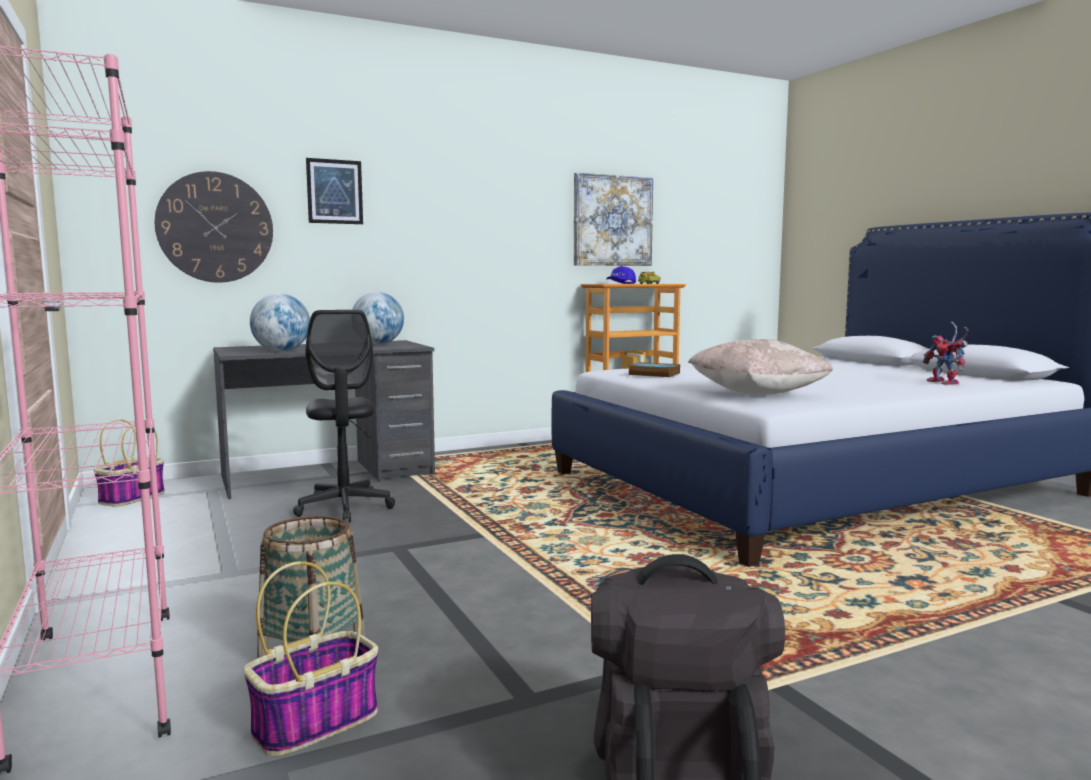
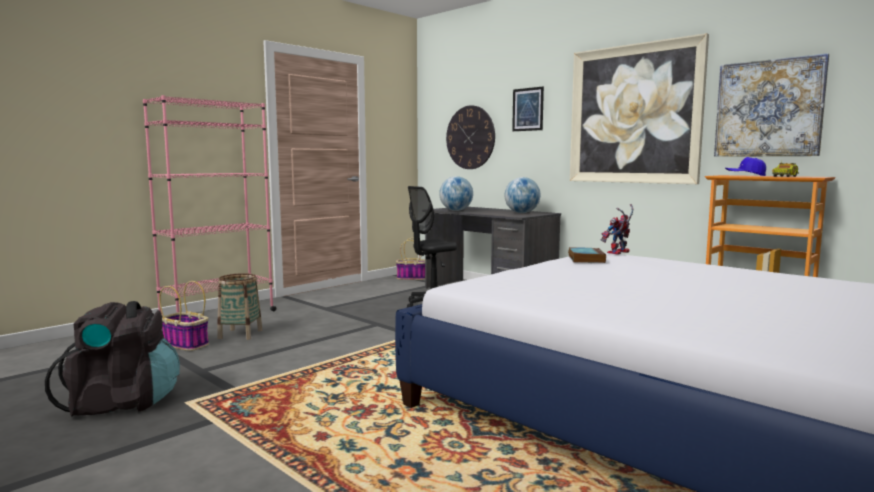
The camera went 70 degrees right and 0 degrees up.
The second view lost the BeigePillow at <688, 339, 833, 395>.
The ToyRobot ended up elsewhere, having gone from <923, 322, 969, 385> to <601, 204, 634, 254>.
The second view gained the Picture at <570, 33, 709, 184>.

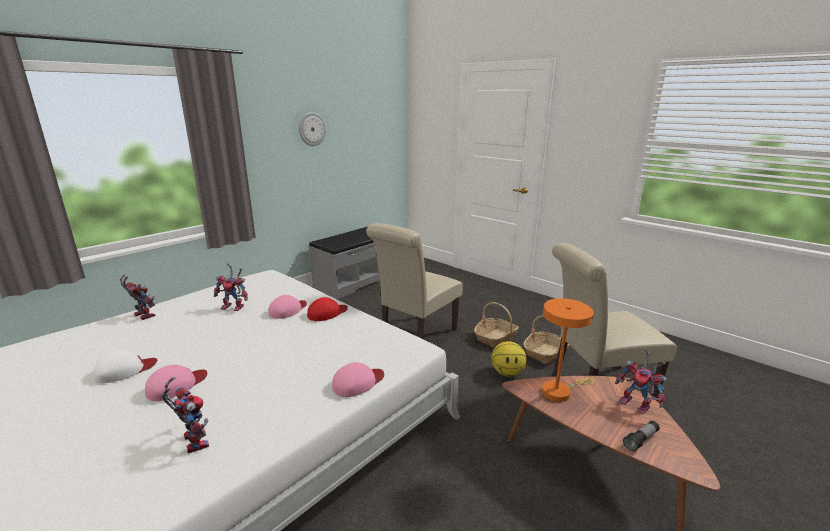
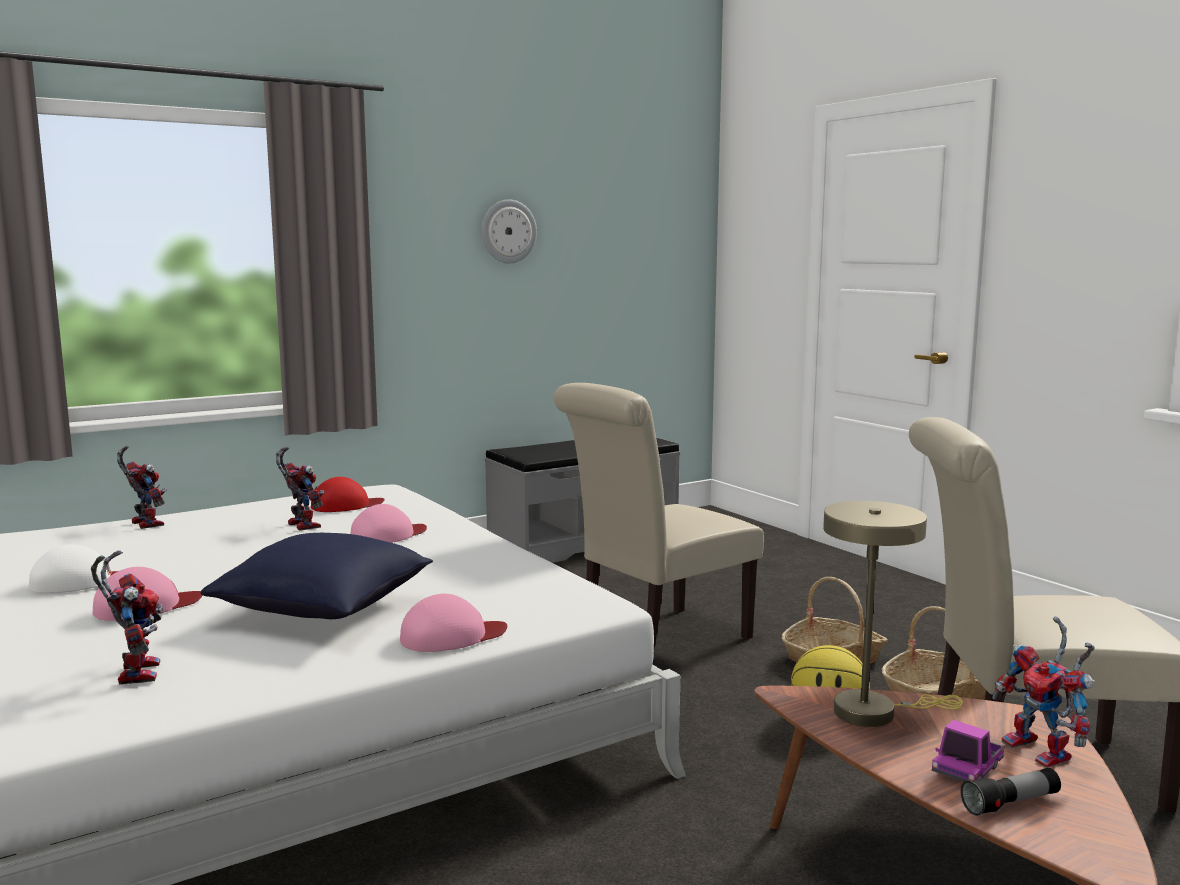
The camera went 15 degrees right and 10 degrees down.
The ToyRobot at <213, 263, 248, 311> ended up facing another way, 150 degrees counterclockwise from before.
The RedCap ended up elsewhere, having gone from <307, 297, 348, 321> to <311, 477, 385, 512>.
What was the OrangeTableLamp at <542, 298, 594, 402> turned into the BeigeTableLamp at <823, 501, 963, 727>.
The second view gained the BluePillow at <200, 533, 433, 619>.
The second view gained the ToyTruck at <932, 720, 1004, 782>.

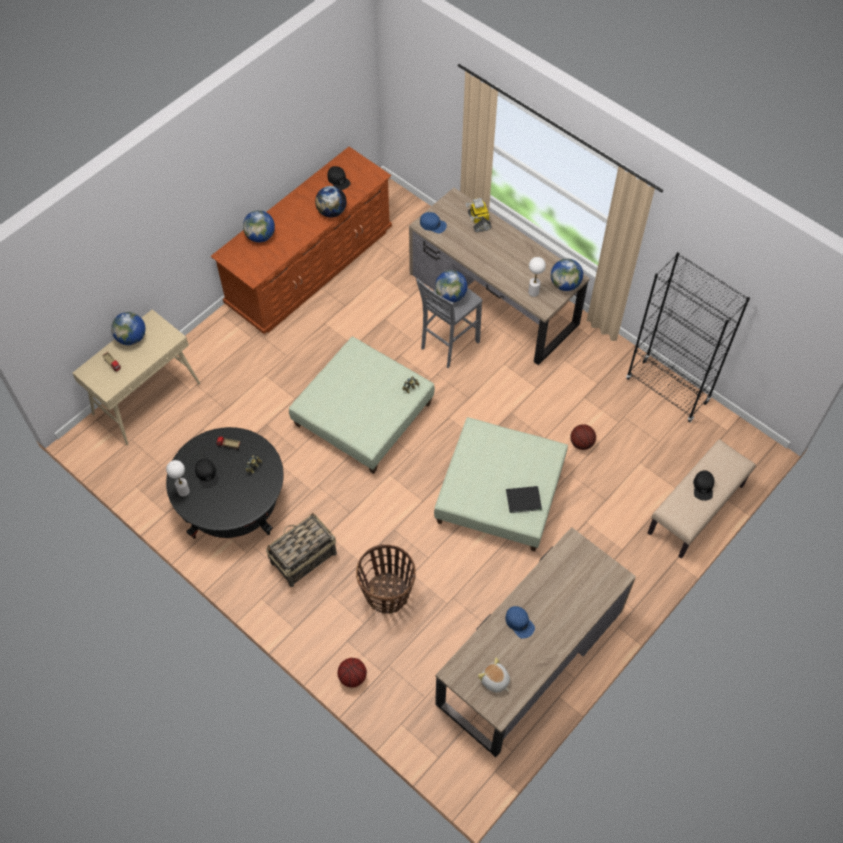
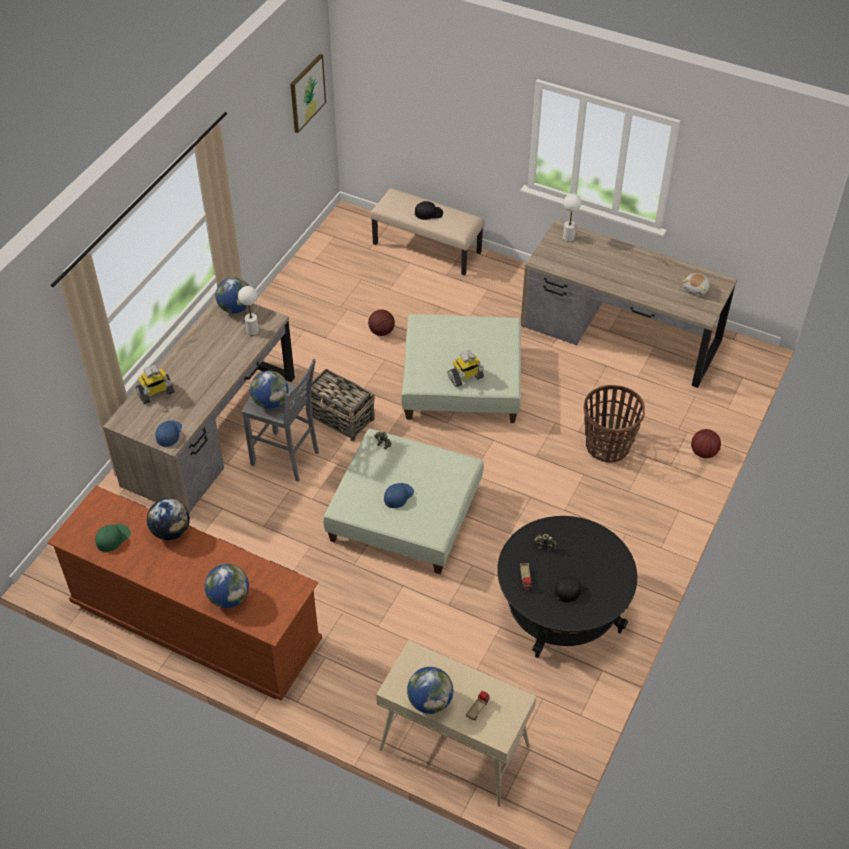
The camera went 105 degrees left and 10 degrees down.
The WhiteTableLamp ended up elsewhere, having gone from <166, 460, 190, 497> to <563, 193, 581, 242>.
The Basket ended up elsewhere, having gone from <266, 513, 337, 587> to <305, 369, 375, 441>.
What was the BlackCap at <328, 166, 351, 190> turned into the GreenCap at <95, 524, 131, 552>.
The BlueCap ended up elsewhere, having gone from <505, 606, 535, 639> to <384, 483, 414, 508>.
The second view lost the BlackBook at <506, 486, 542, 513>.
The second view lost the BlackBookcase at <626, 252, 750, 423>.
The second view gained the Picture at <290, 54, 326, 133>.
The second view gained the ToyRobot at <448, 350, 484, 387>.

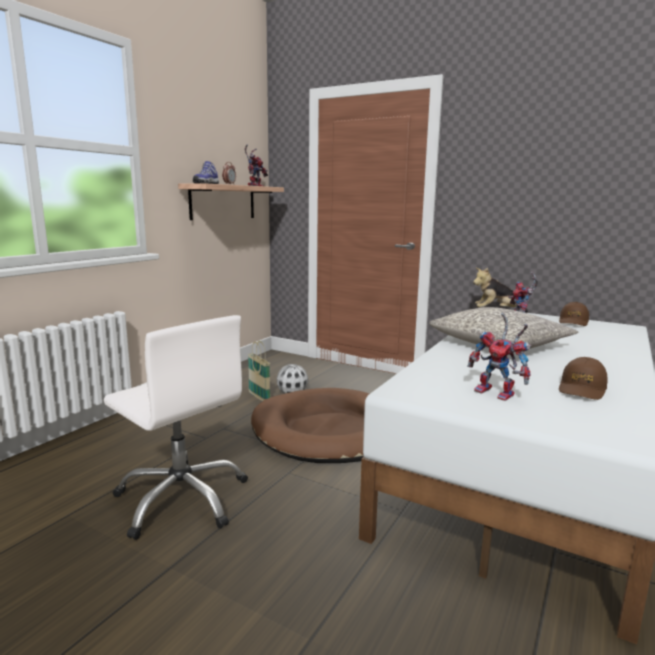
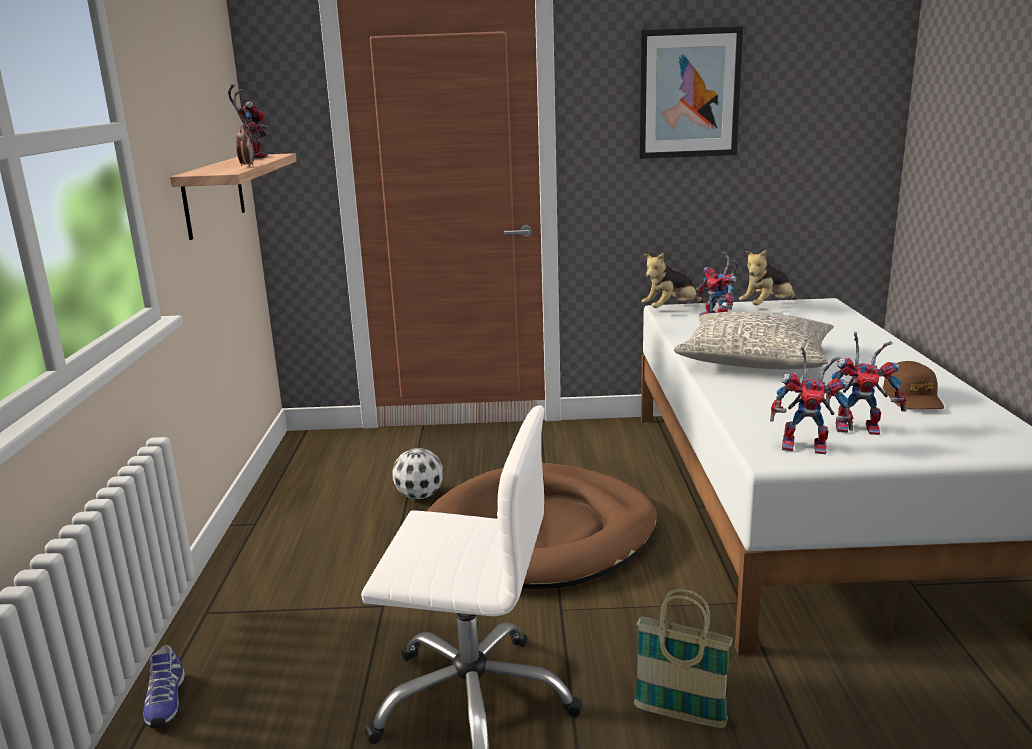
The camera went 30 degrees left and 5 degrees up.
The Shoe ended up elsewhere, having gone from <193, 161, 219, 184> to <143, 645, 185, 729>.
The Basket ended up elsewhere, having gone from <248, 341, 270, 401> to <634, 589, 733, 728>.
Where the BrownCap stood at <559, 302, 589, 326>, the PlushToy came to stand at <739, 249, 795, 305>.
The second view gained the Picture at <639, 26, 744, 159>.
The second view gained the ToyRobot at <770, 346, 854, 454>.

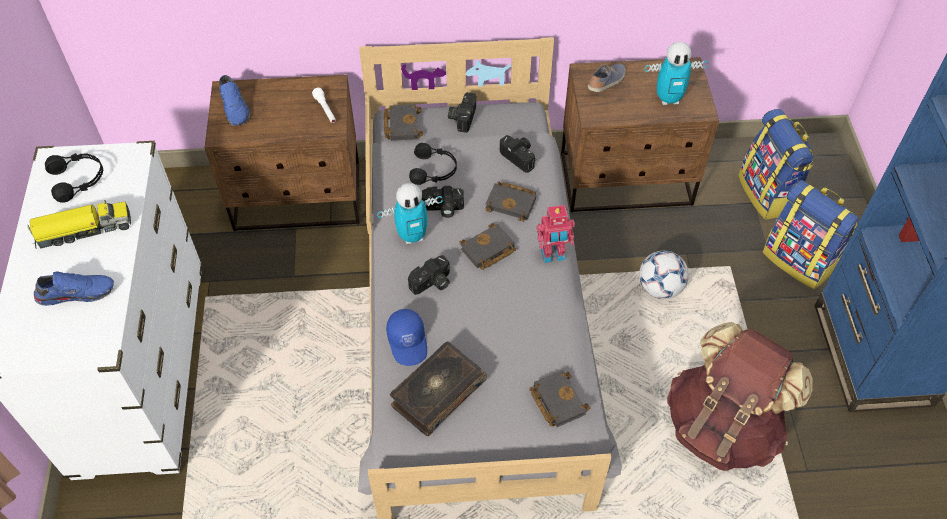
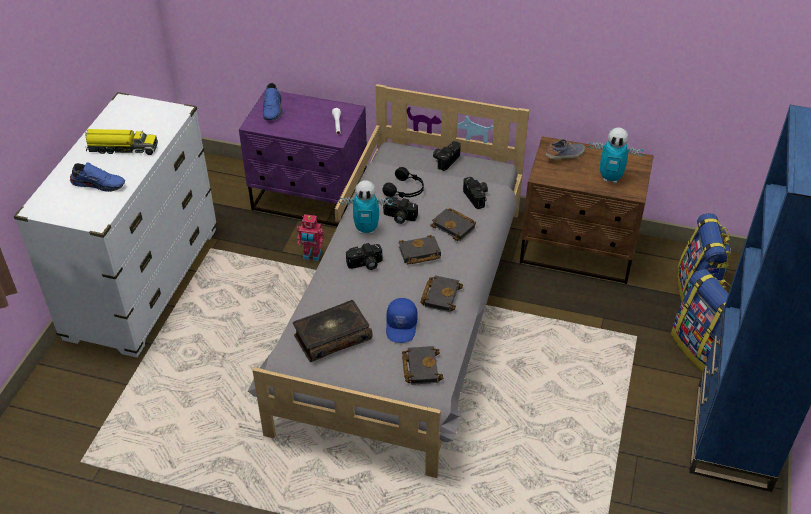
The camera went 20 degrees right and 10 degrees down.
The second view lost the BlackHeadphones at <45, 153, 103, 203>.
What was the BrownNightstand at <205, 75, 360, 231> turned into the PurpleNightstand at <239, 89, 367, 226>.
The BlackBook ended up elsewhere, having gone from <384, 104, 423, 141> to <420, 276, 463, 312>.
The BlueCap ended up elsewhere, having gone from <386, 309, 427, 366> to <386, 298, 418, 343>.
The ToyRobot ended up elsewhere, having gone from <537, 205, 575, 263> to <297, 214, 324, 261>.
The second view lost the Football at <639, 251, 689, 299>.
The second view lost the BrownBackpack at <667, 322, 813, 471>.

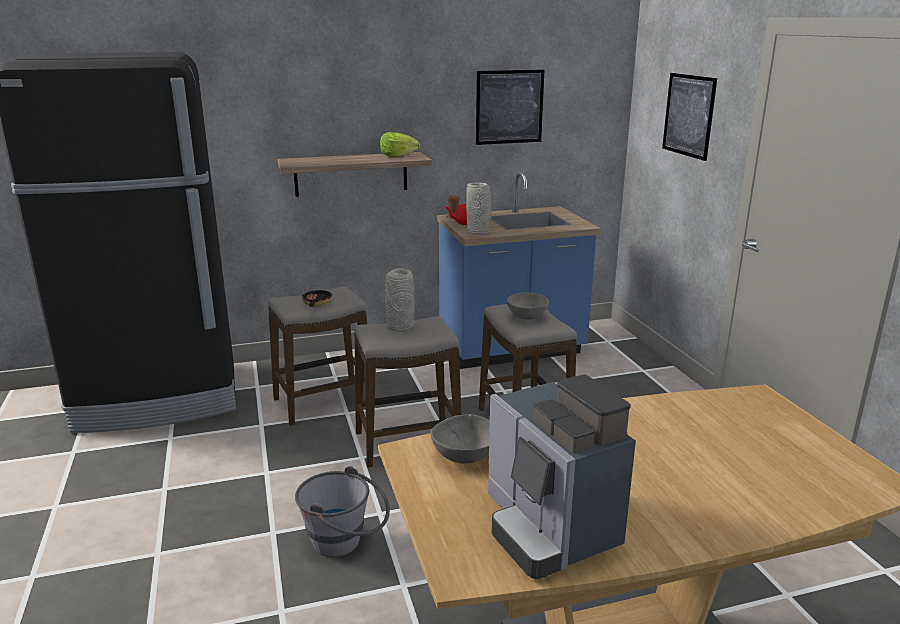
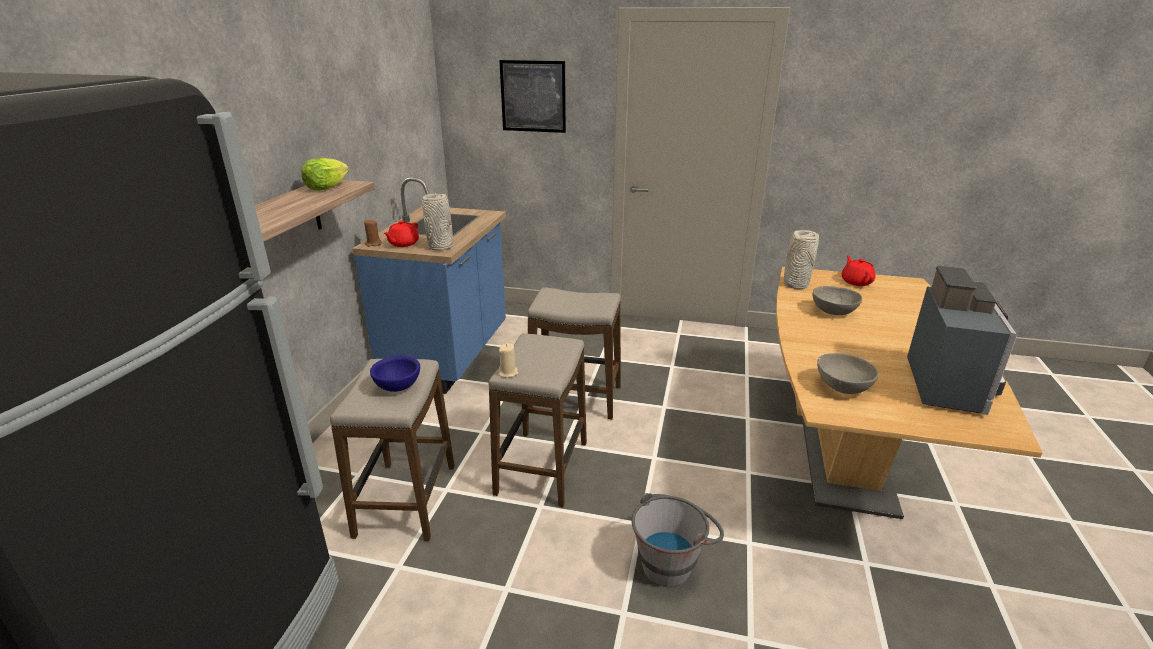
The camera went 60 degrees left and 5 degrees up.
Where the FryingPan stood at <302, 288, 332, 307>, the BlueBowl came to stand at <370, 356, 420, 392>.
The GreyVase ended up elsewhere, having gone from <385, 268, 415, 331> to <784, 230, 819, 289>.
The second view lost the Picture at <476, 70, 544, 145>.
The CoffeeMachine at <488, 375, 636, 579> ended up facing another way, 75 degrees counterclockwise from before.
The GreyBowl ended up elsewhere, having gone from <507, 292, 549, 320> to <813, 286, 862, 315>.
The second view gained the BeigeCandle at <498, 343, 518, 378>.
The second view gained the RedTeapot at <841, 255, 876, 286>.

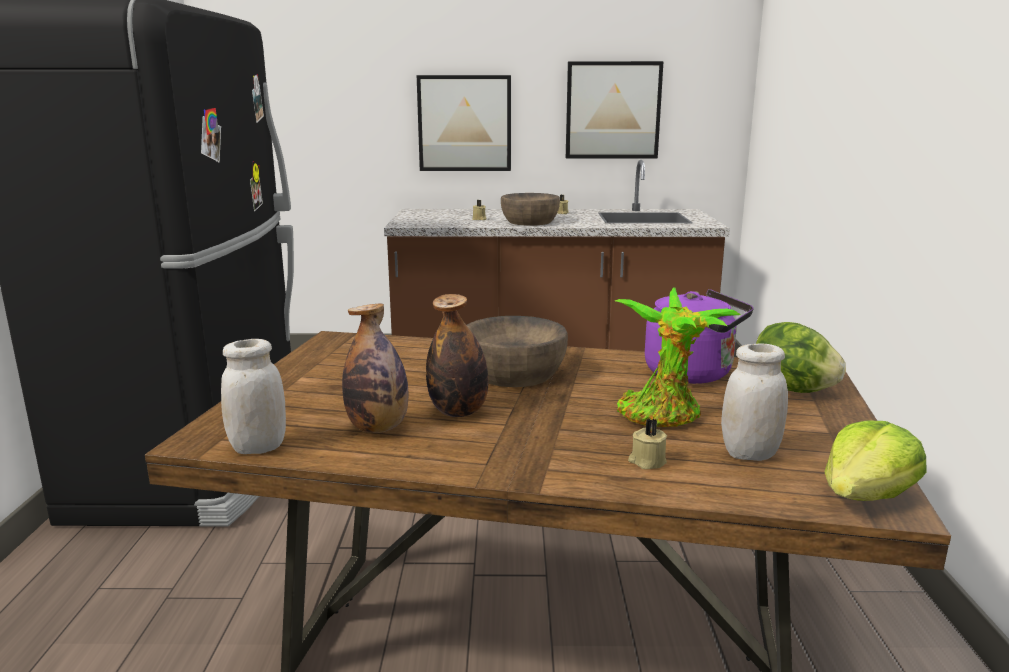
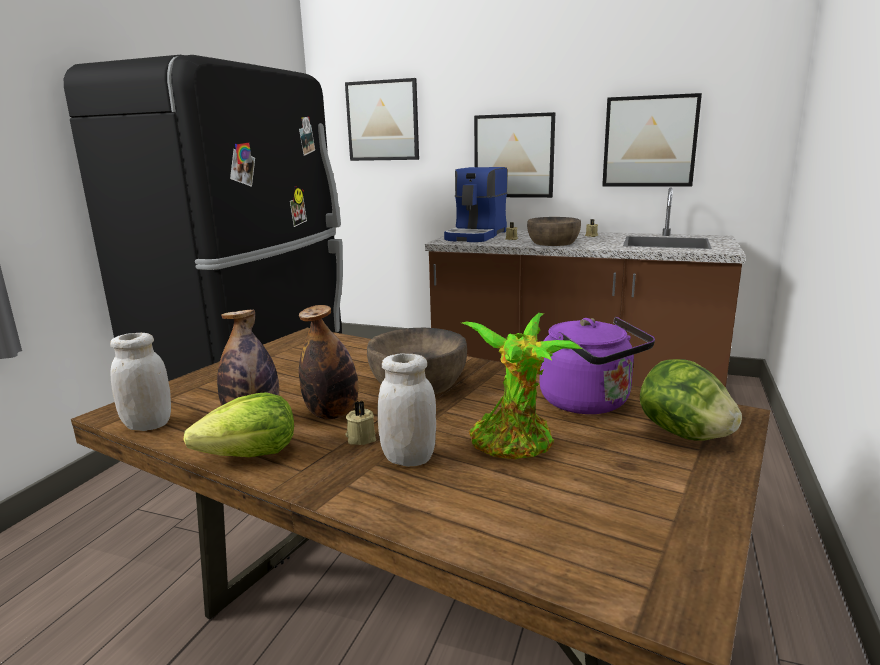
The camera went 20 degrees right and 0 degrees up.
The BeigeCandle ended up elsewhere, having gone from <628, 419, 667, 469> to <345, 401, 376, 445>.
The WhiteJar ended up elsewhere, having gone from <721, 343, 788, 461> to <377, 353, 436, 467>.
The Lettuce ended up elsewhere, having gone from <825, 420, 926, 501> to <183, 392, 294, 457>.
The second view gained the Picture at <345, 78, 419, 161>.
The second view gained the CoffeeMachine at <444, 167, 508, 242>.

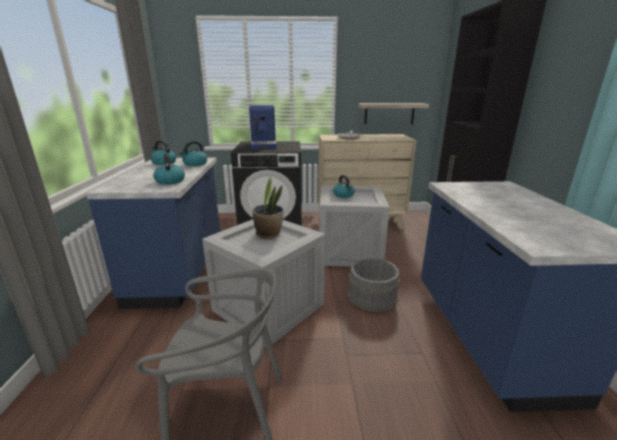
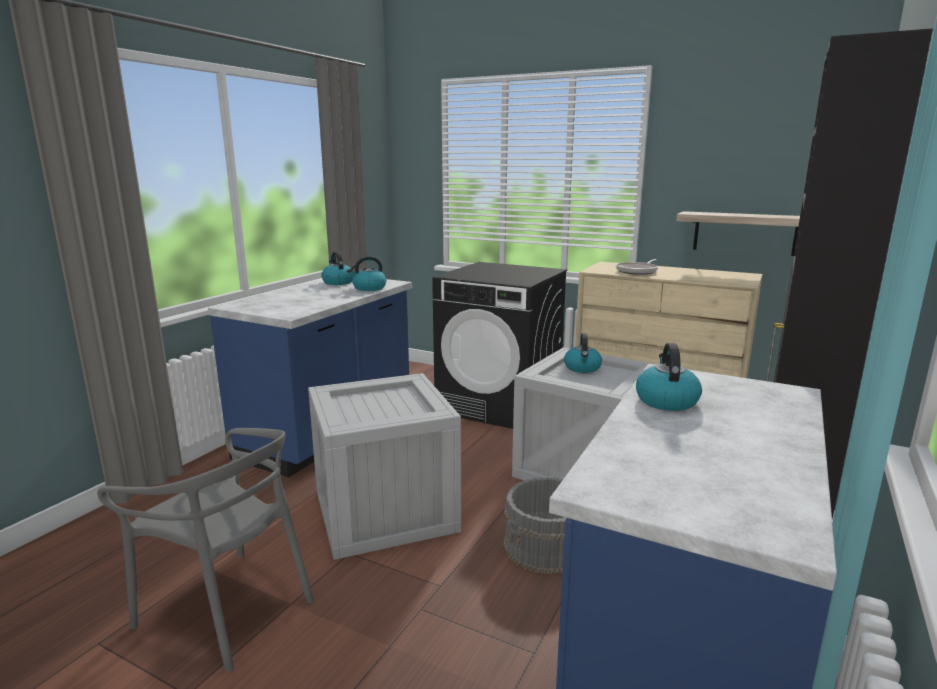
The camera went 30 degrees right and 5 degrees down.
The Kettle ended up elsewhere, having gone from <153, 154, 185, 185> to <636, 343, 702, 411>.
The second view lost the CoffeeMachine at <249, 105, 276, 149>.
The second view lost the PottedPlant at <253, 177, 283, 239>.

